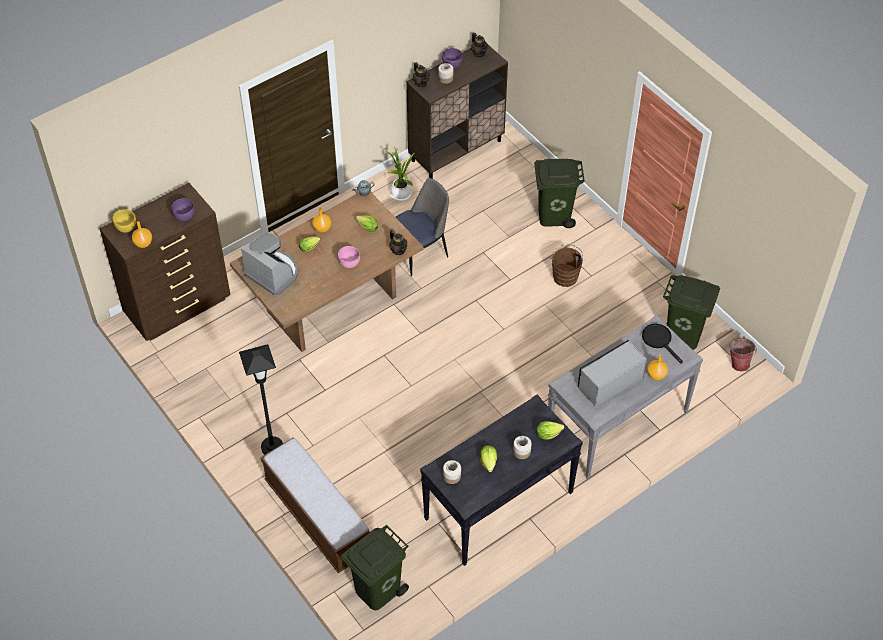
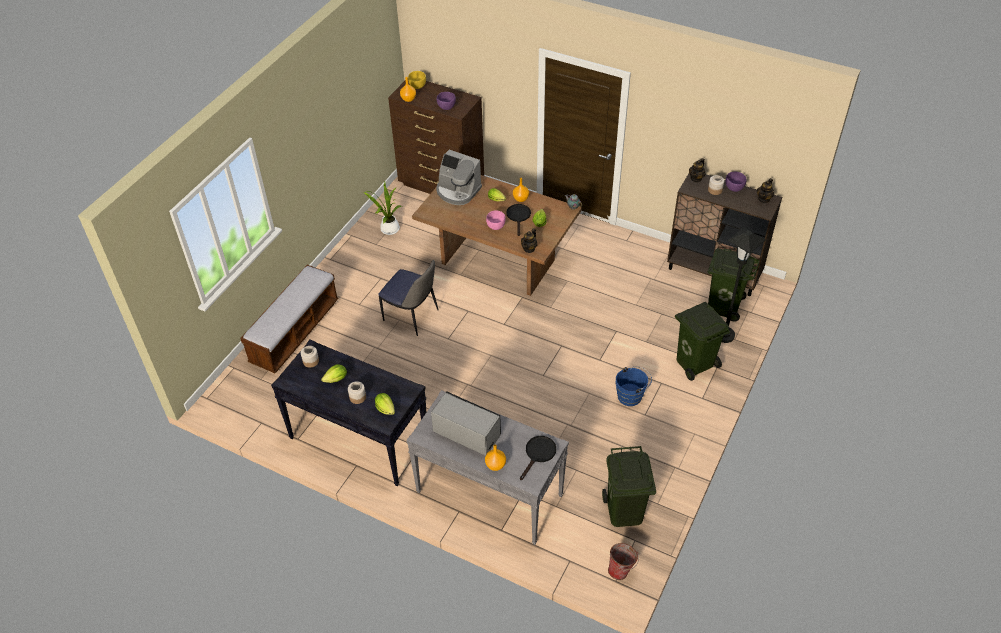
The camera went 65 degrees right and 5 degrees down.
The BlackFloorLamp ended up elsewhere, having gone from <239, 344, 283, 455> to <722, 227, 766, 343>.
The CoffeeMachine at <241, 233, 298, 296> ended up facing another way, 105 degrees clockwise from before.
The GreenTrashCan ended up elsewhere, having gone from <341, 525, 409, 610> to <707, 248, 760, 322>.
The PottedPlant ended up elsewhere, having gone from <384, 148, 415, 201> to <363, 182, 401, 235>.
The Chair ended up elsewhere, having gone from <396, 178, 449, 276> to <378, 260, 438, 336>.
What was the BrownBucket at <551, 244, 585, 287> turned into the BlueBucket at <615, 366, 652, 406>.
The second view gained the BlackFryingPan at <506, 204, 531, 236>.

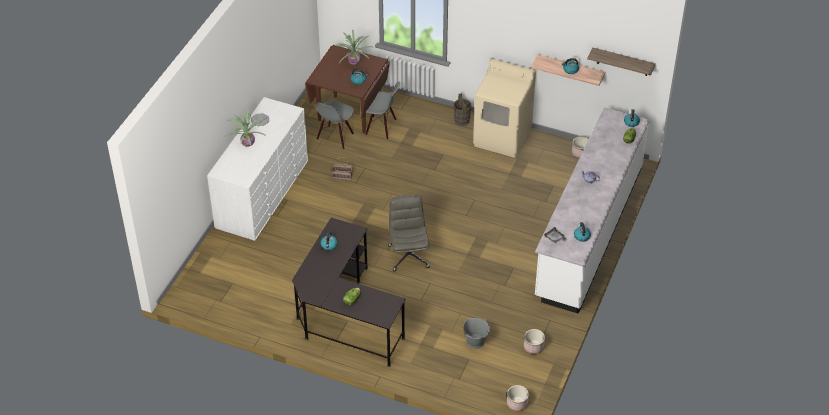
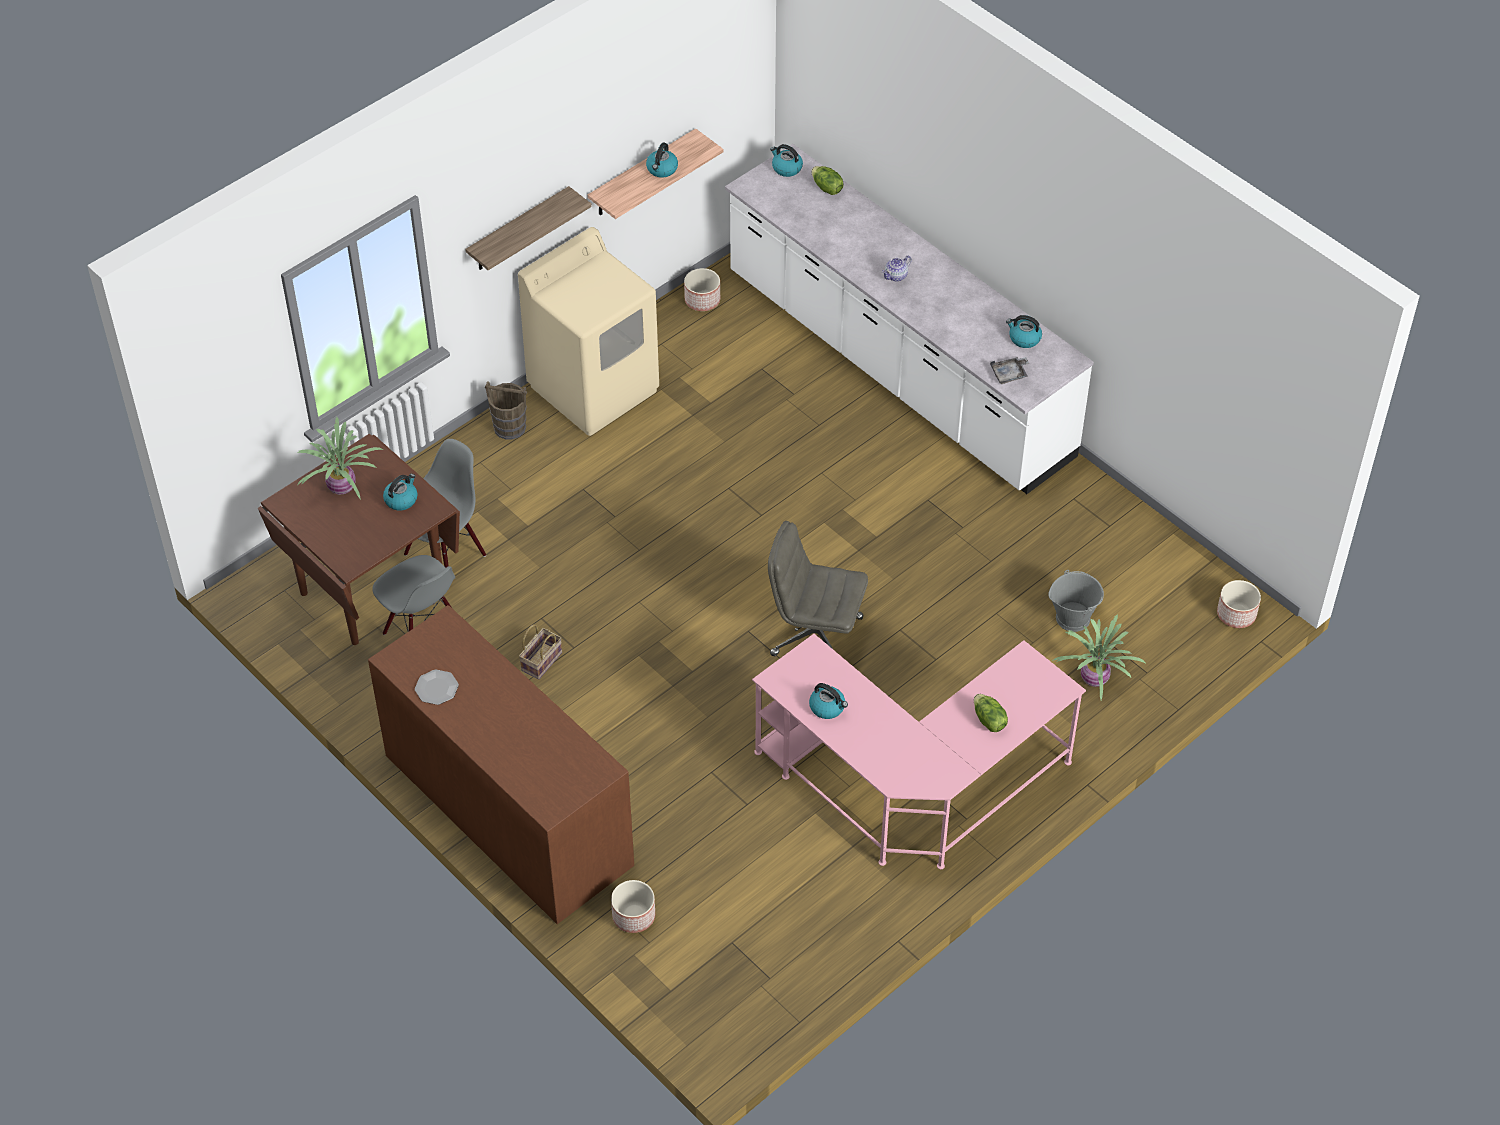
The camera went 65 degrees left and 5 degrees up.
What was the WhiteDresser at <207, 97, 308, 241> turned into the BrownDresser at <368, 605, 634, 924>.
The PottedPlant ended up elsewhere, having gone from <222, 110, 266, 147> to <1052, 614, 1146, 700>.
What was the BlackDesk at <292, 217, 406, 367> turned into the PinkDesk at <752, 634, 1086, 869>.
The Planter ended up elsewhere, having gone from <524, 329, 545, 354> to <611, 880, 655, 933>.
The Shelf ended up elsewhere, having gone from <587, 48, 656, 76> to <465, 186, 592, 270>.

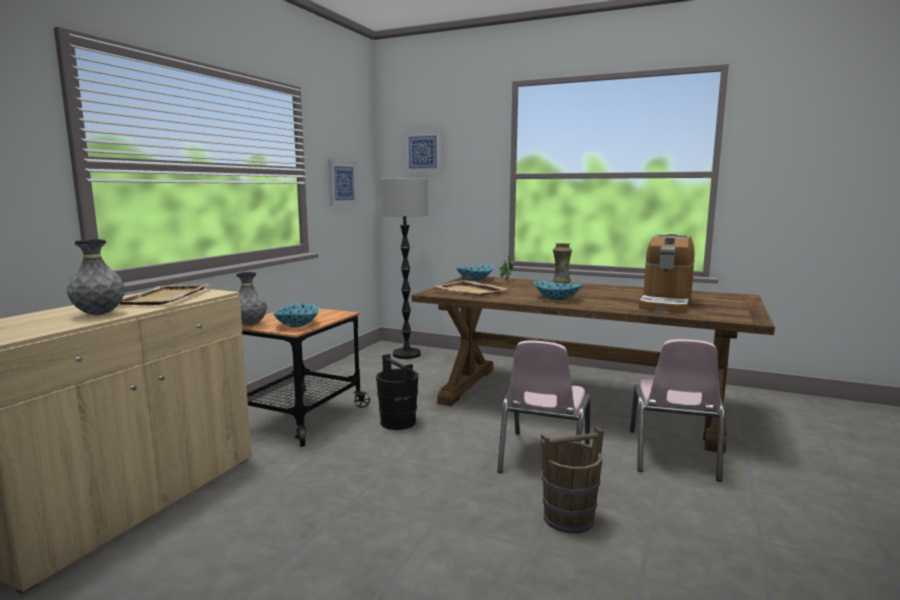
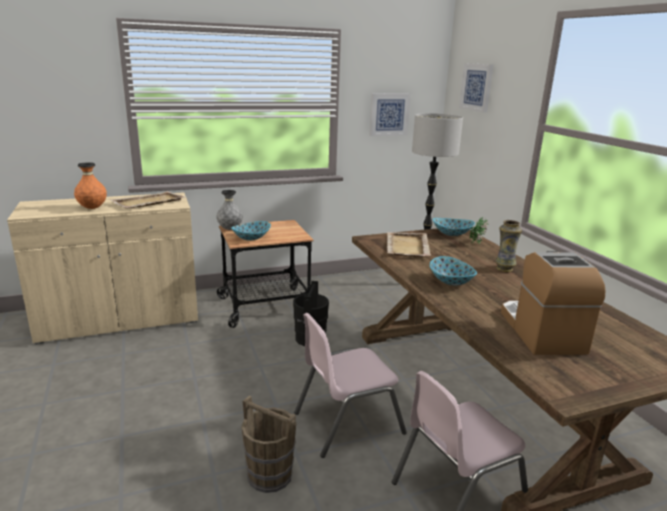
The camera went 45 degrees right and 10 degrees up.
What was the GreyVase at <67, 239, 125, 315> turned into the OrangeVase at <74, 162, 107, 209>.
The CoffeeMachine at <639, 234, 695, 313> ended up facing another way, 105 degrees clockwise from before.

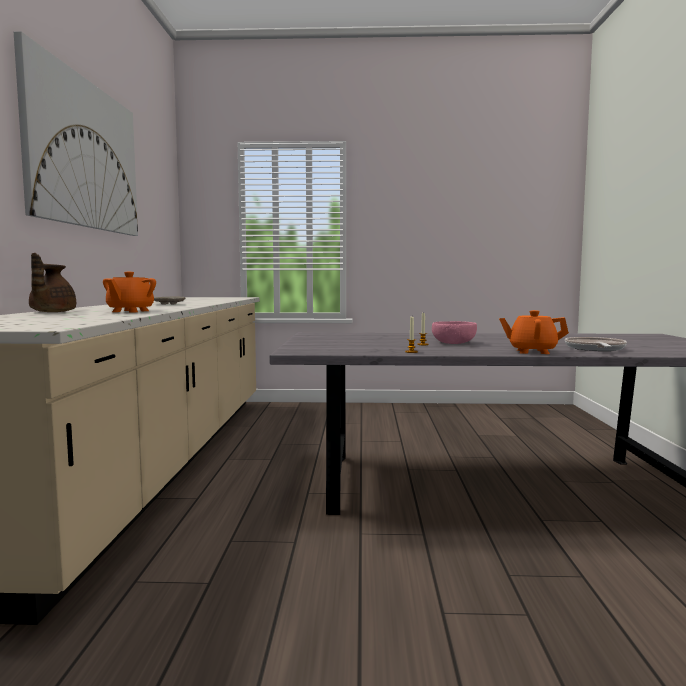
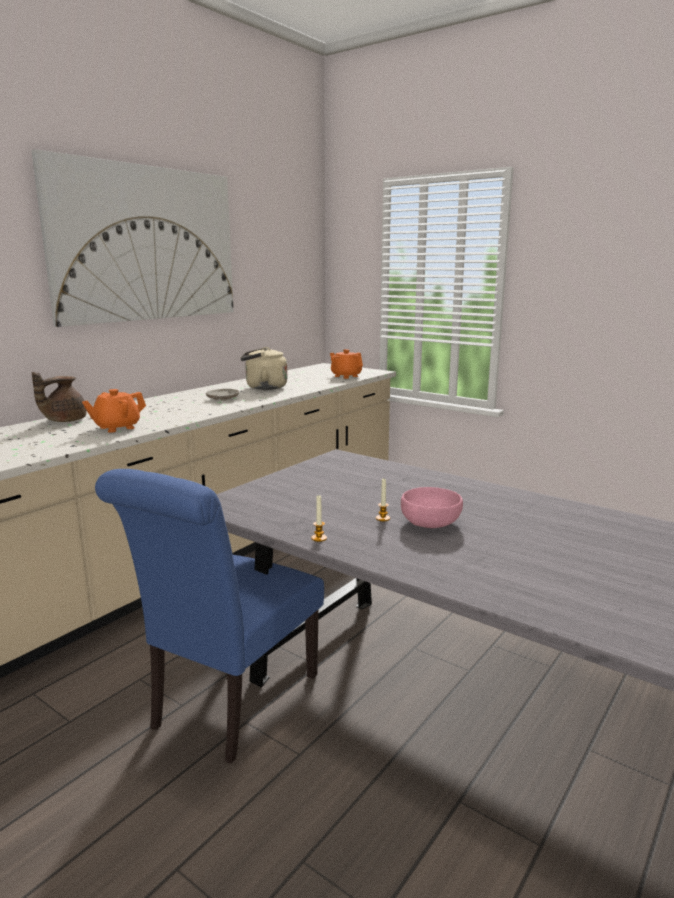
The camera went 35 degrees right and 10 degrees up.
The OrangeTeapot ended up elsewhere, having gone from <499, 310, 569, 354> to <330, 349, 363, 379>.
The second view lost the FryingPan at <565, 337, 627, 351>.
The second view gained the BlueChair at <95, 469, 324, 764>.
The second view gained the BeigeKettle at <240, 347, 287, 390>.

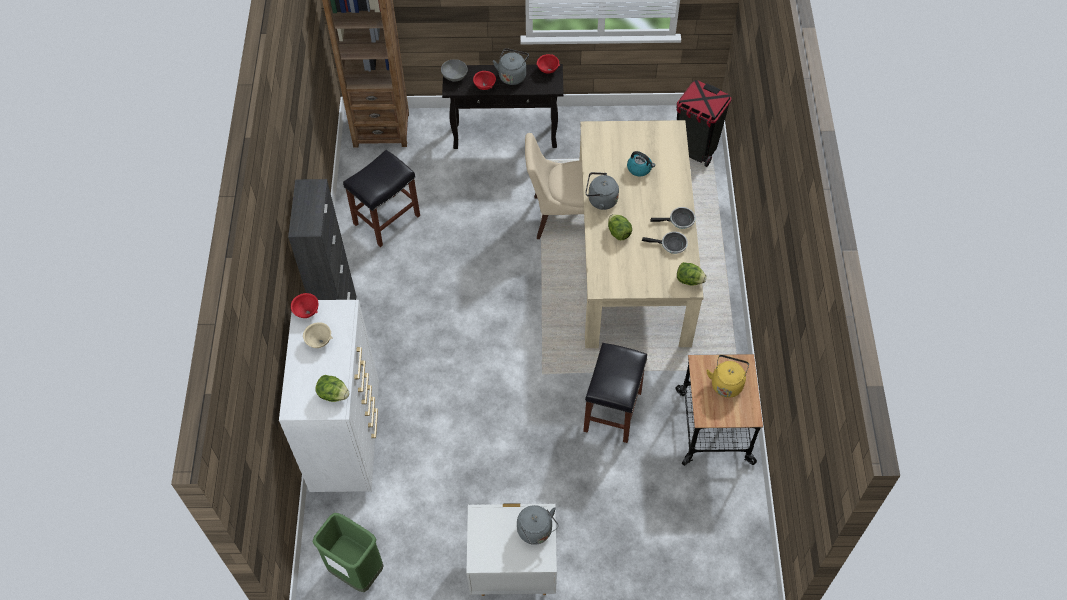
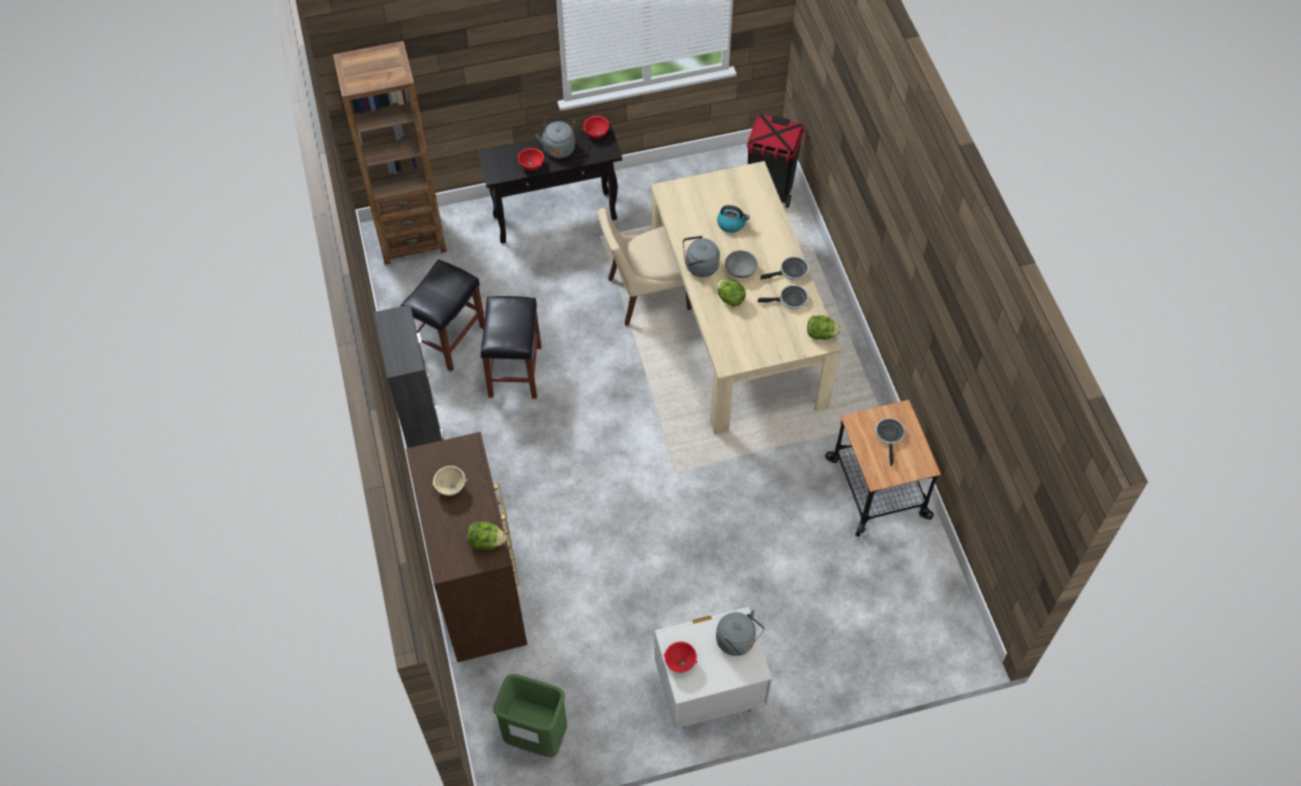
The camera went 15 degrees left and 0 degrees up.
What was the WhiteDresser at <279, 300, 379, 492> turned into the BrownDresser at <406, 432, 527, 662>.
The RedBowl ended up elsewhere, having gone from <291, 293, 318, 318> to <664, 642, 698, 673>.
The GreyBowl ended up elsewhere, having gone from <441, 59, 468, 82> to <725, 250, 758, 278>.
The BlackStool ended up elsewhere, having gone from <583, 343, 647, 443> to <481, 296, 541, 399>.
Where the YellowKettle stood at <706, 355, 749, 398>, the FryingPan came to stand at <875, 418, 905, 466>.

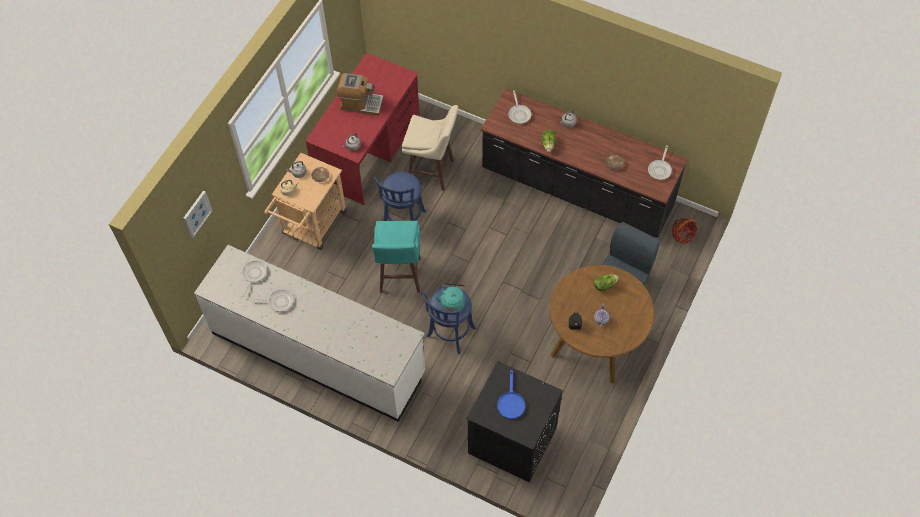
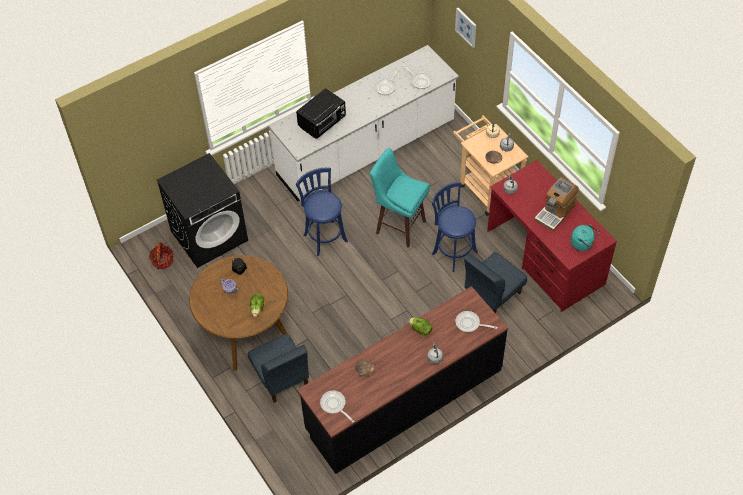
The camera went 120 degrees right and 5 degrees down.
Where the BeigeStool stood at <402, 105, 458, 191>, the BlueChair came to stand at <464, 252, 527, 313>.
The TurquoiseKettle ended up elsewhere, having gone from <435, 283, 465, 311> to <571, 224, 600, 251>.
The second view lost the BlueFryingPan at <497, 370, 525, 419>.
The Basket ended up elsewhere, having gone from <672, 218, 698, 244> to <149, 242, 173, 269>.
The second view gained the BlackMicrowave at <296, 88, 346, 139>.

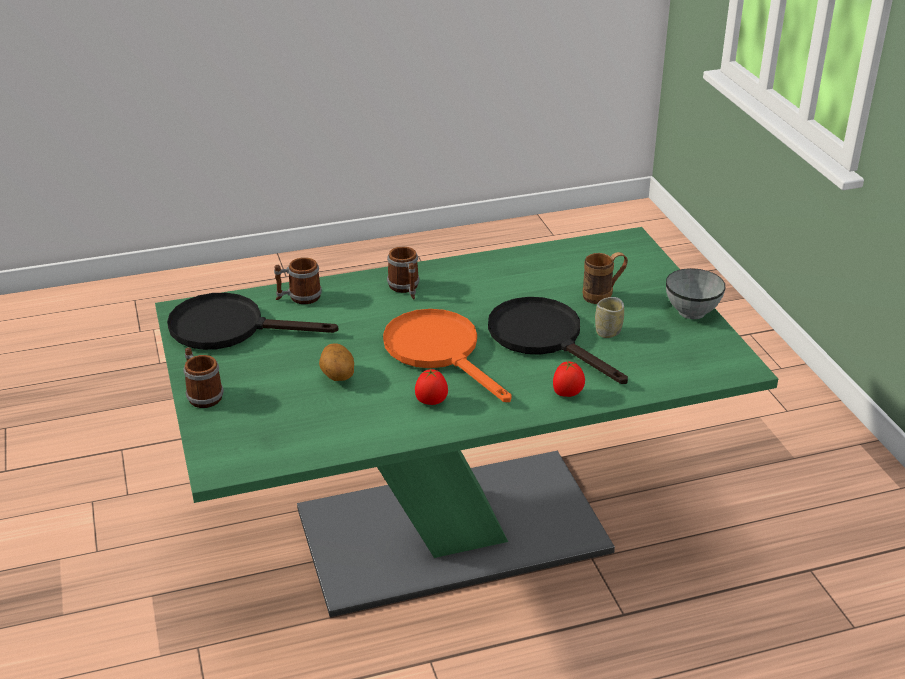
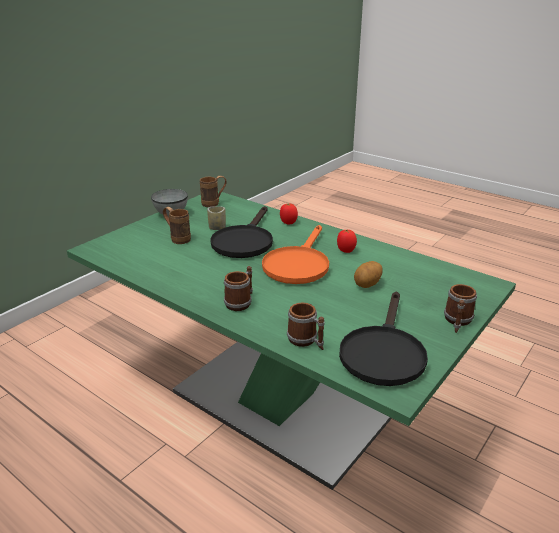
The camera went 125 degrees left and 5 degrees down.
The BlackFryingPan at <167, 293, 339, 350> ended up facing another way, 45 degrees clockwise from before.
The second view gained the BrownMug at <200, 176, 227, 207>.

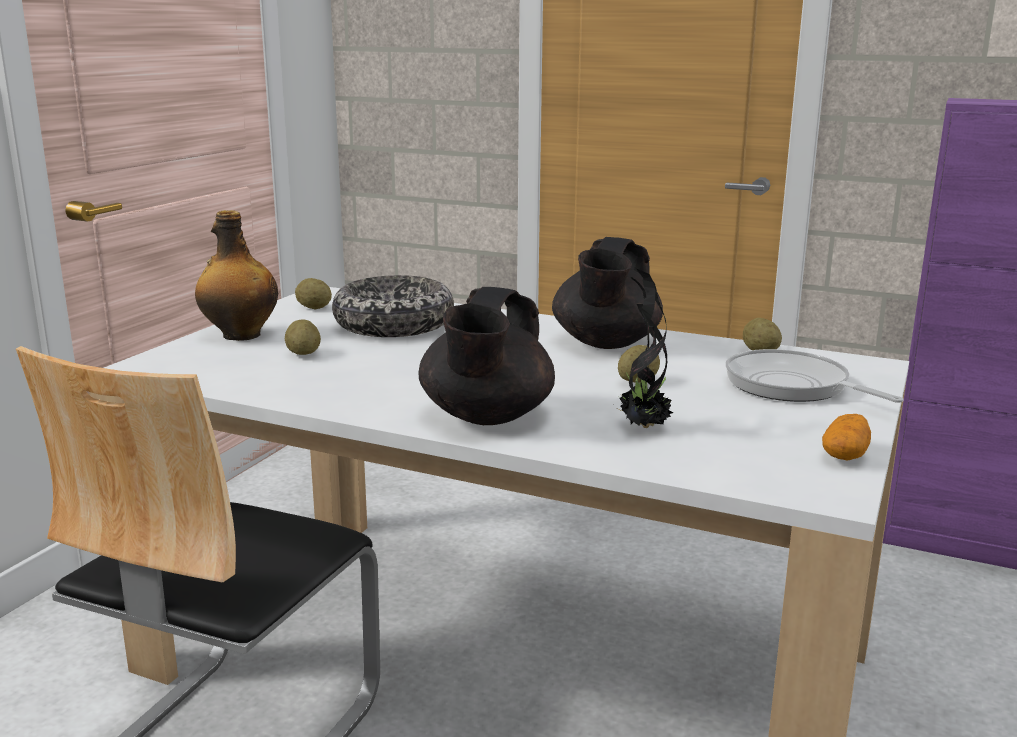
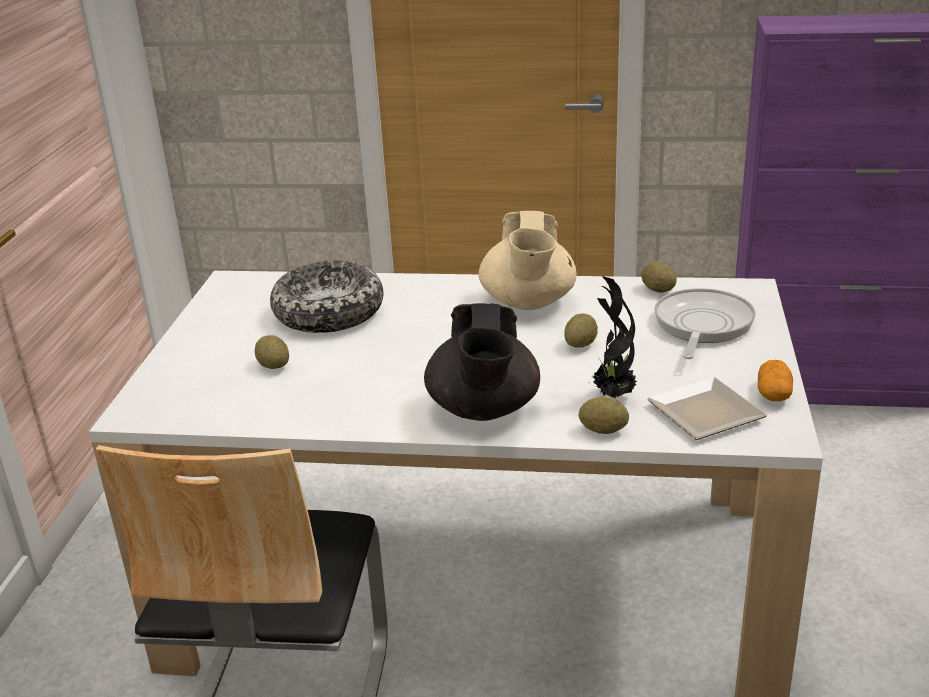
The camera went 15 degrees left and 10 degrees up.
The second view lost the Bottle at <195, 210, 278, 341>.
The Potato ended up elsewhere, having gone from <295, 278, 332, 309> to <578, 397, 629, 434>.
What was the BlackTeapot at <552, 237, 663, 349> turned into the BeigeTeapot at <479, 211, 577, 310>.
The FryingPan at <726, 349, 904, 403> ended up facing another way, 75 degrees clockwise from before.
The second view gained the Plate at <647, 377, 767, 440>.

